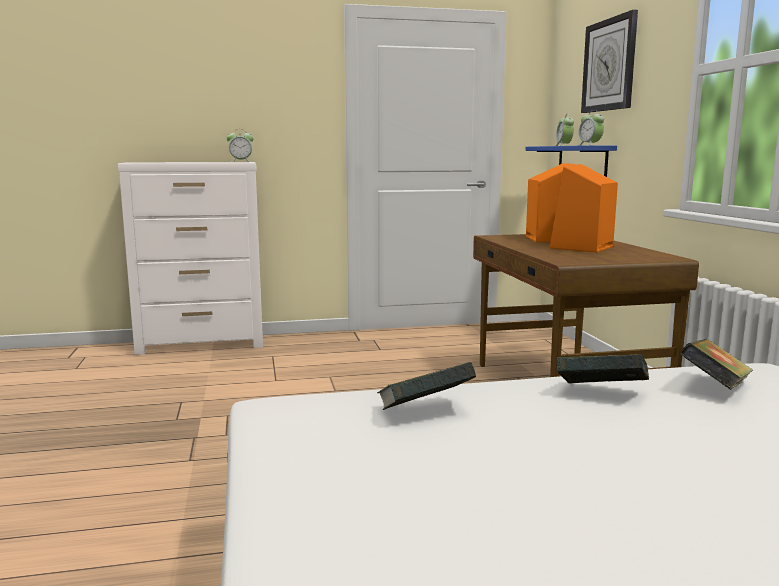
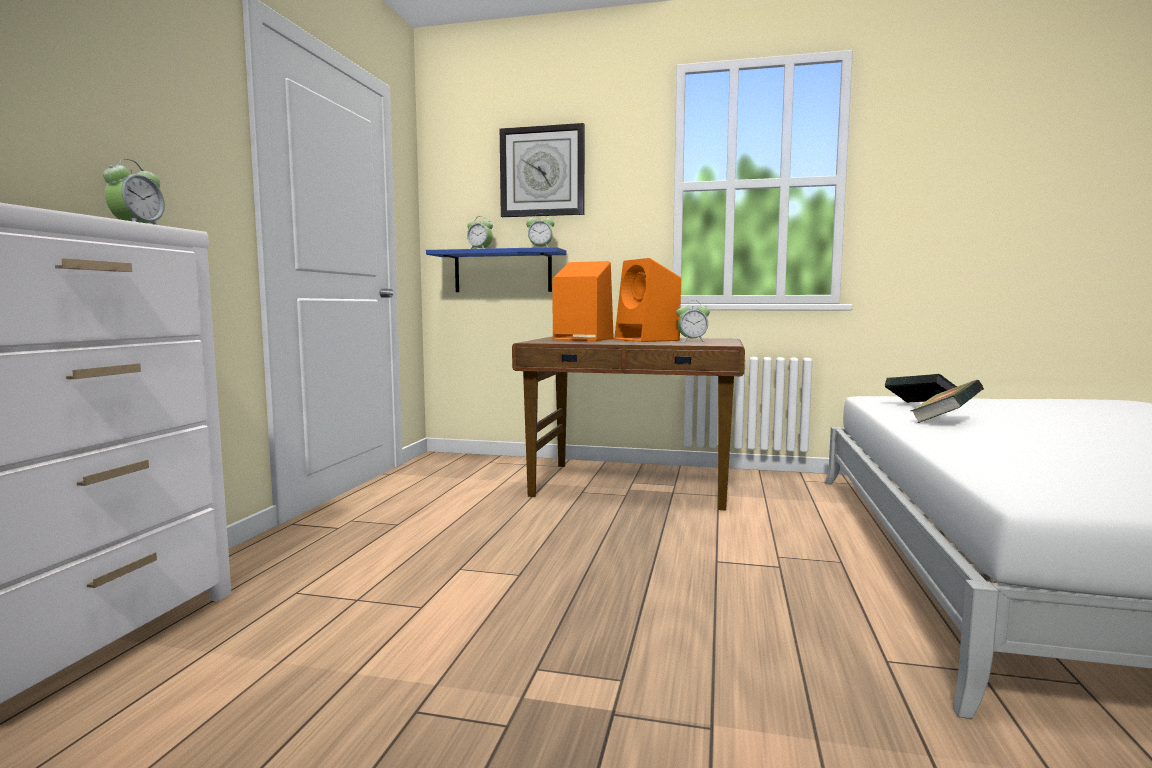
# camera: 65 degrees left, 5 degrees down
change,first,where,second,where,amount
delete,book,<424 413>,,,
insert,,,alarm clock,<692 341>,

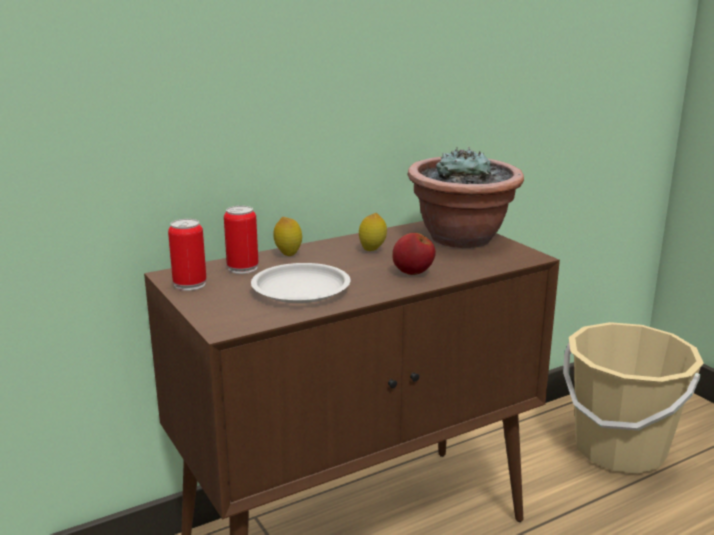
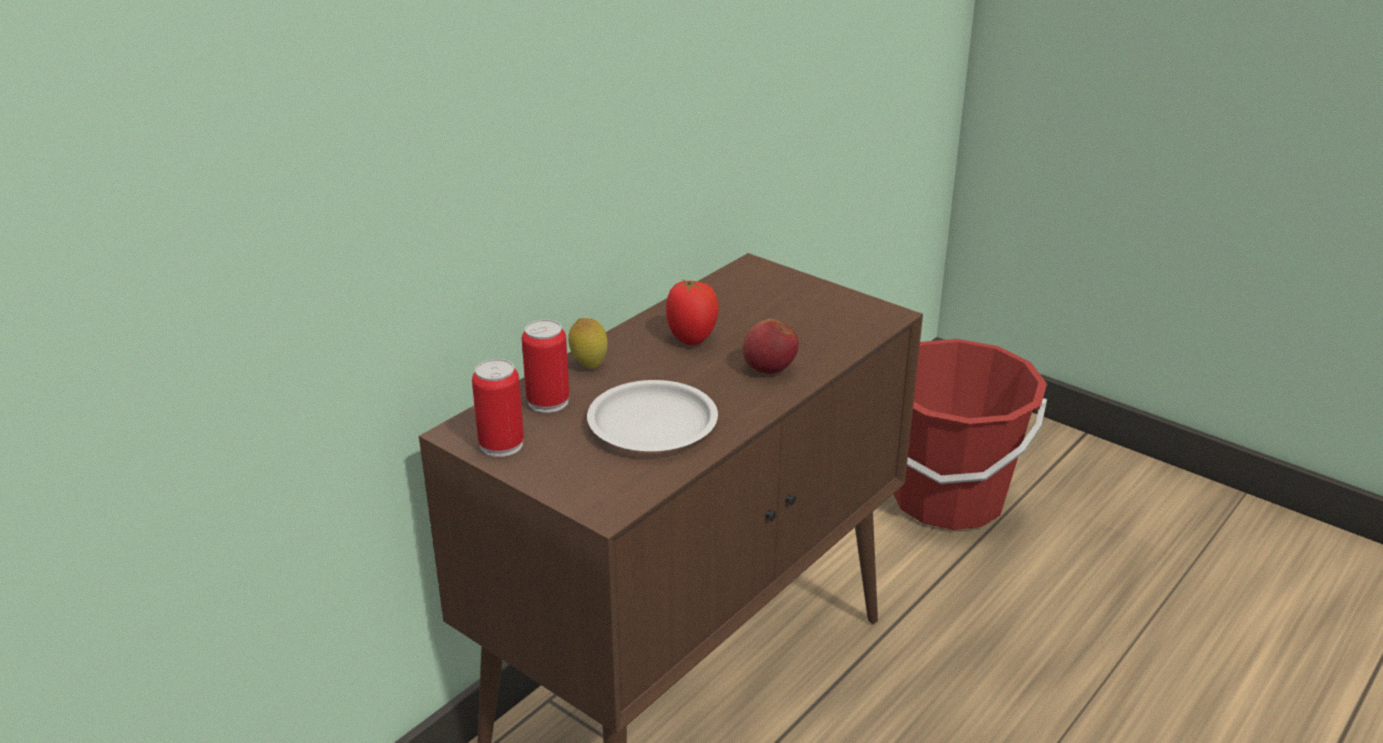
# camera: 20 degrees left, 10 degrees up
change,first,where,second,where,amount
delete,potted plant,<462 239>,,,
replace,lemon,<372 250>,tomato,<692 338>,
recolor,beige bucket,<619 449>,red bucket,<947 499>,

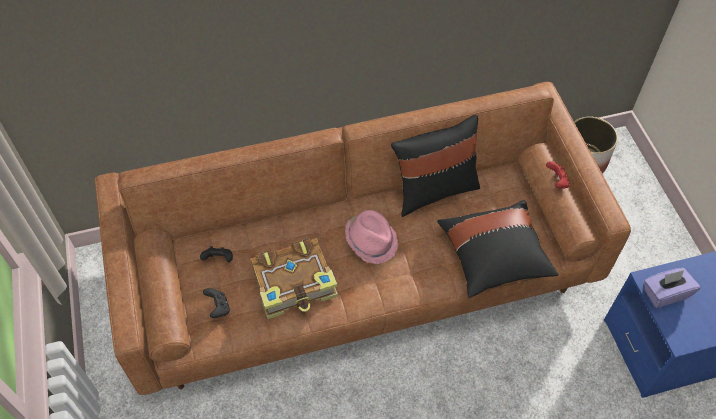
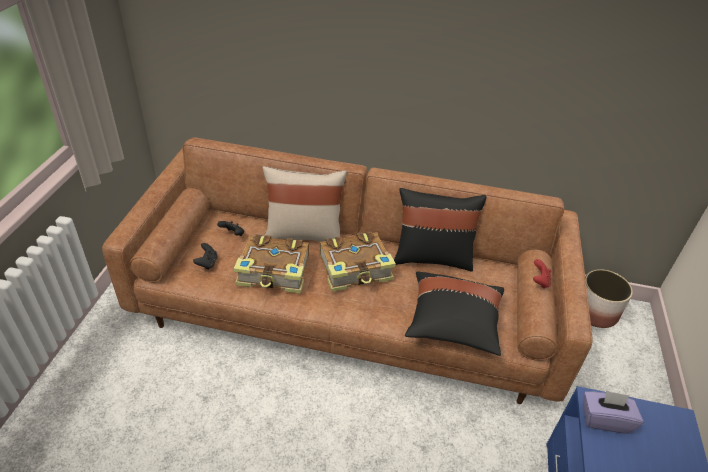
# camera: 25 degrees right, 15 degrees down
change,first,where,second,where,amount
replace,pink hat,<372 241>,book,<356 269>,
insert,,,beige pillow,<304 234>,

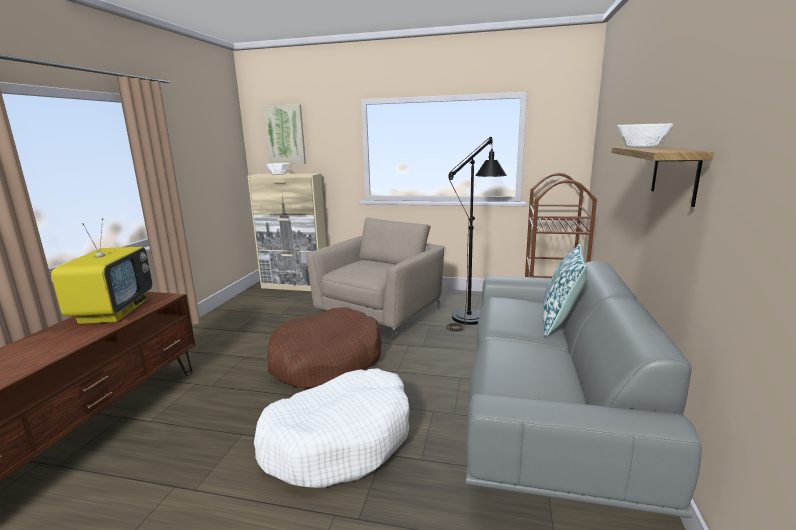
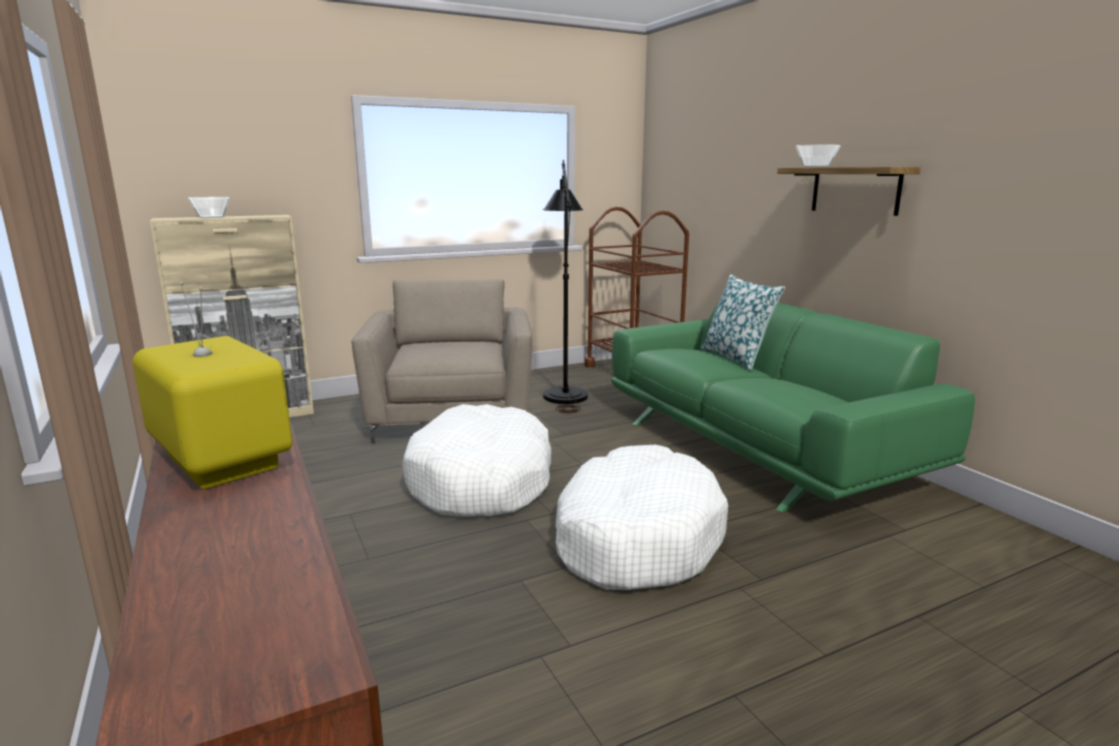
# camera: 40 degrees left, 0 degrees up
change,first,where,second,where,amount
delete,picture,<285 135>,,,
recolor,grey sofa,<547 409>,green sofa,<757 448>,
recolor,brown dog bed,<326 361>,white dog bed,<481 481>,

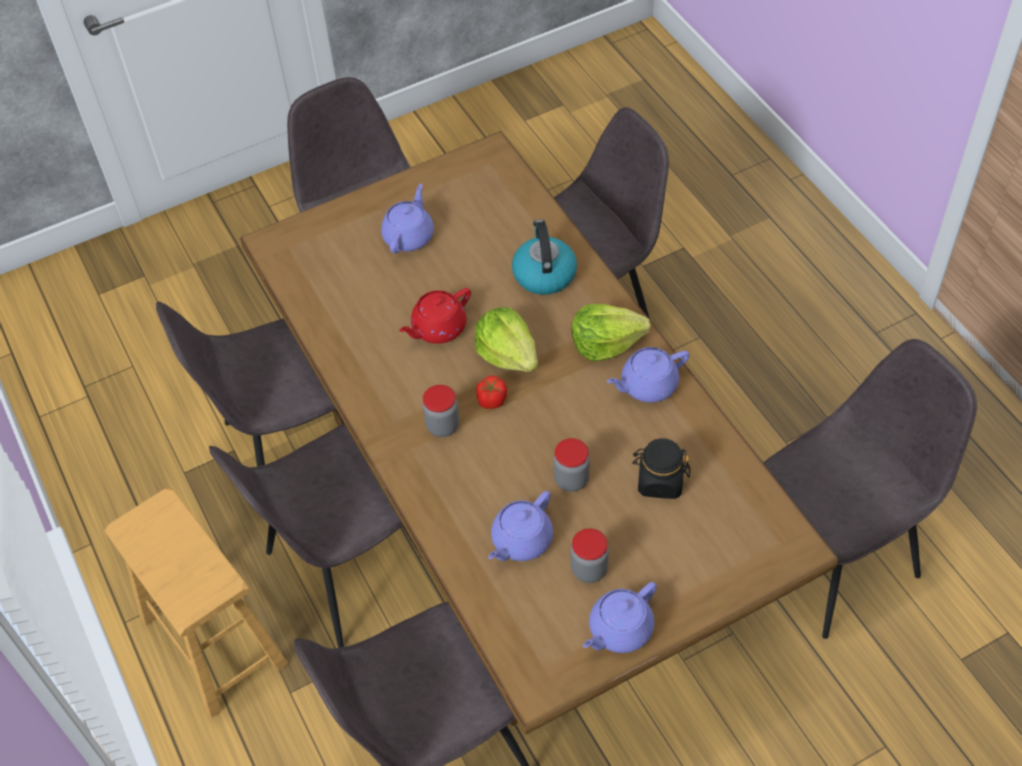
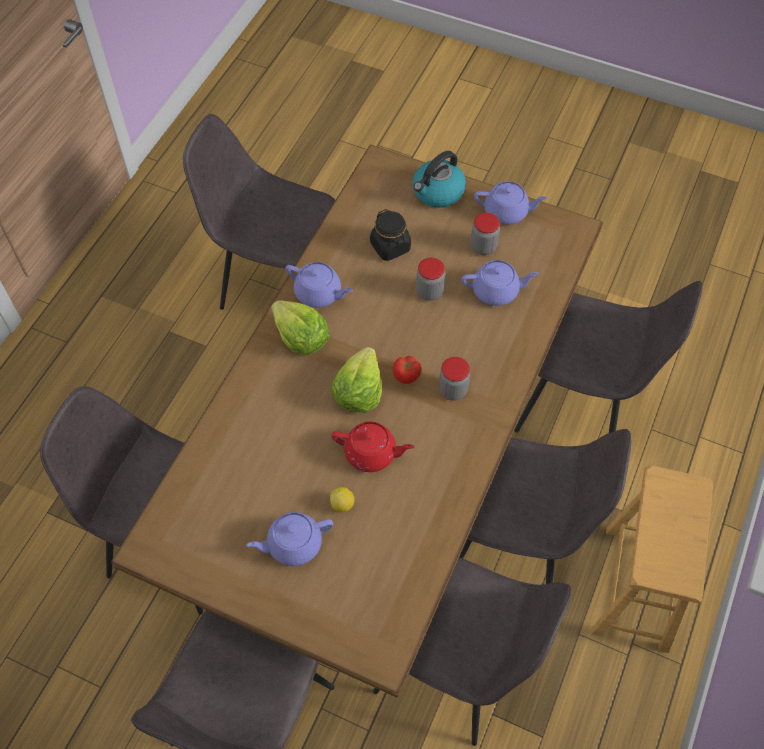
# camera: 130 degrees left, 5 degrees up
change,first,where,second,where,amount
move,kettle,<544 274>,,<437 192>,
insert,,,lemon,<342 504>,

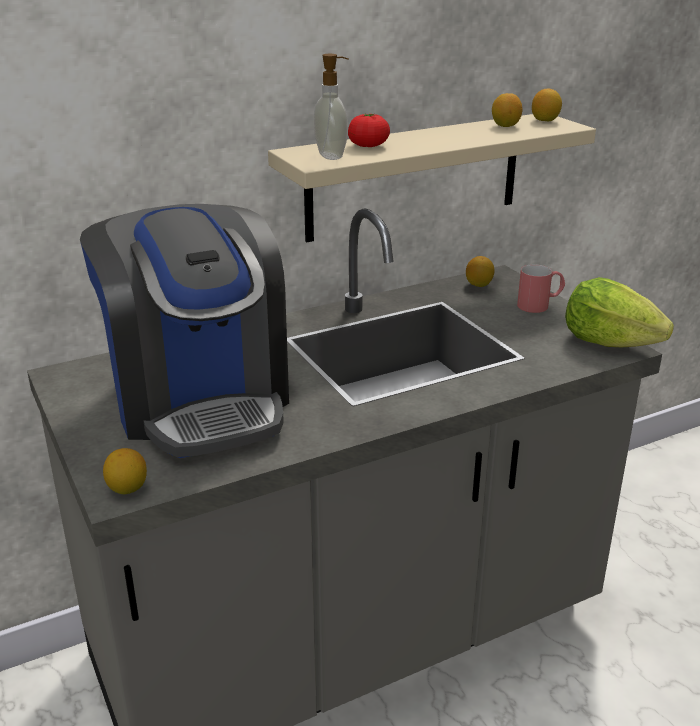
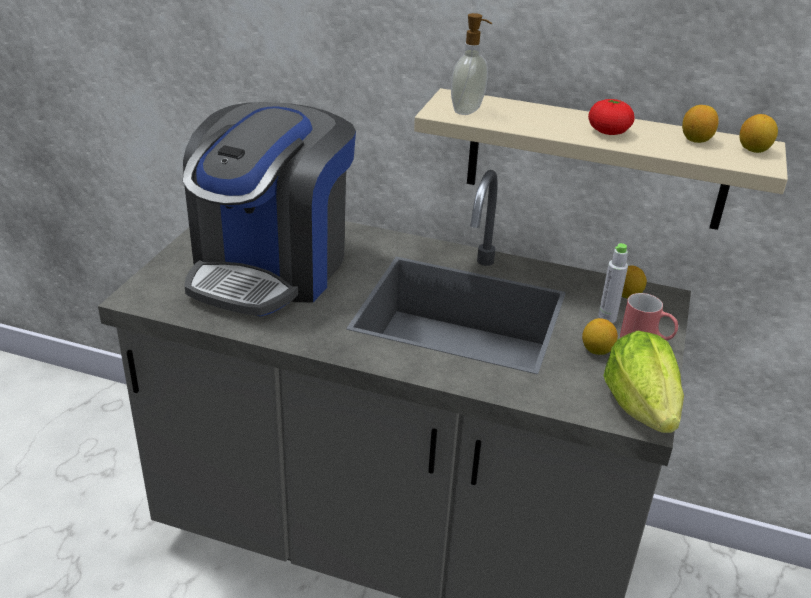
# camera: 45 degrees right, 5 degrees up
change,first,where,second,where,amount
move,tomato,<368 145>,,<608 132>,
move,lemon,<127 489>,,<597 350>,
insert,,,grey bottle,<607 318>,

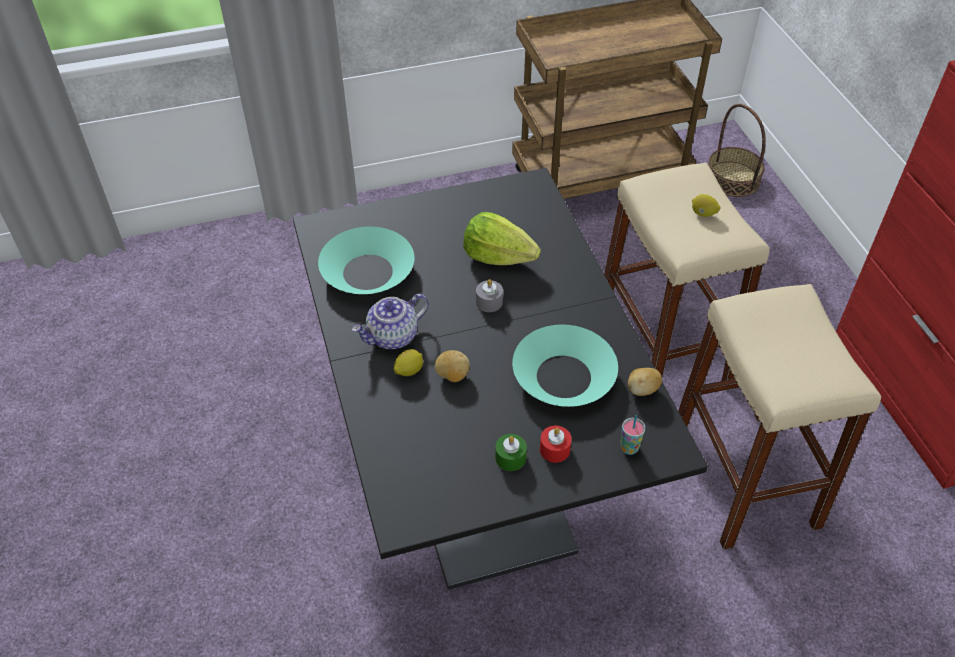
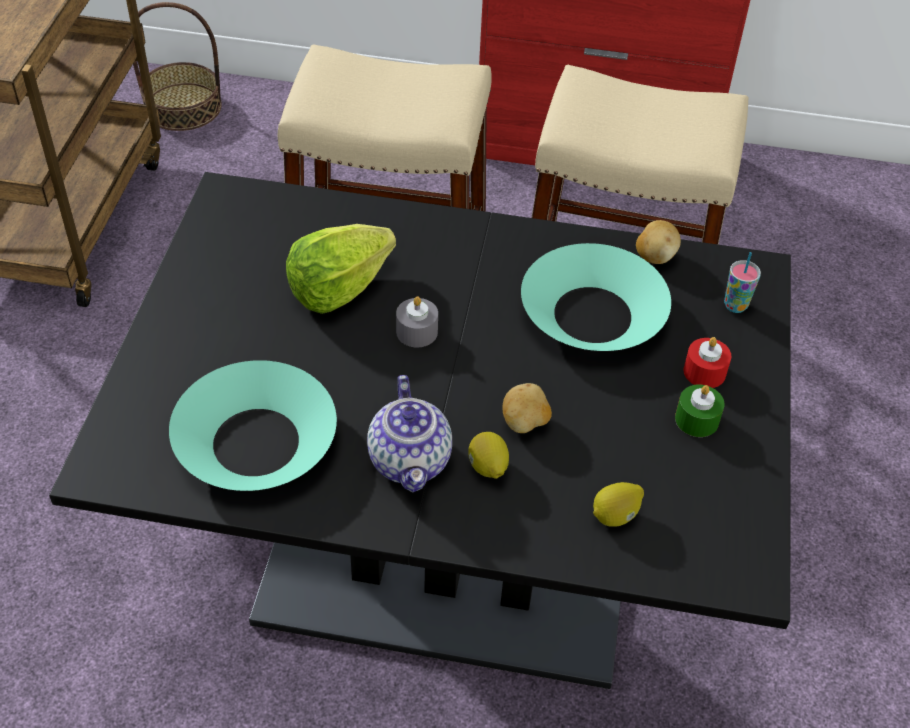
# camera: 65 degrees left, 0 degrees up
change,first,where,second,where,amount
move,lemon,<703 214>,,<615 516>,

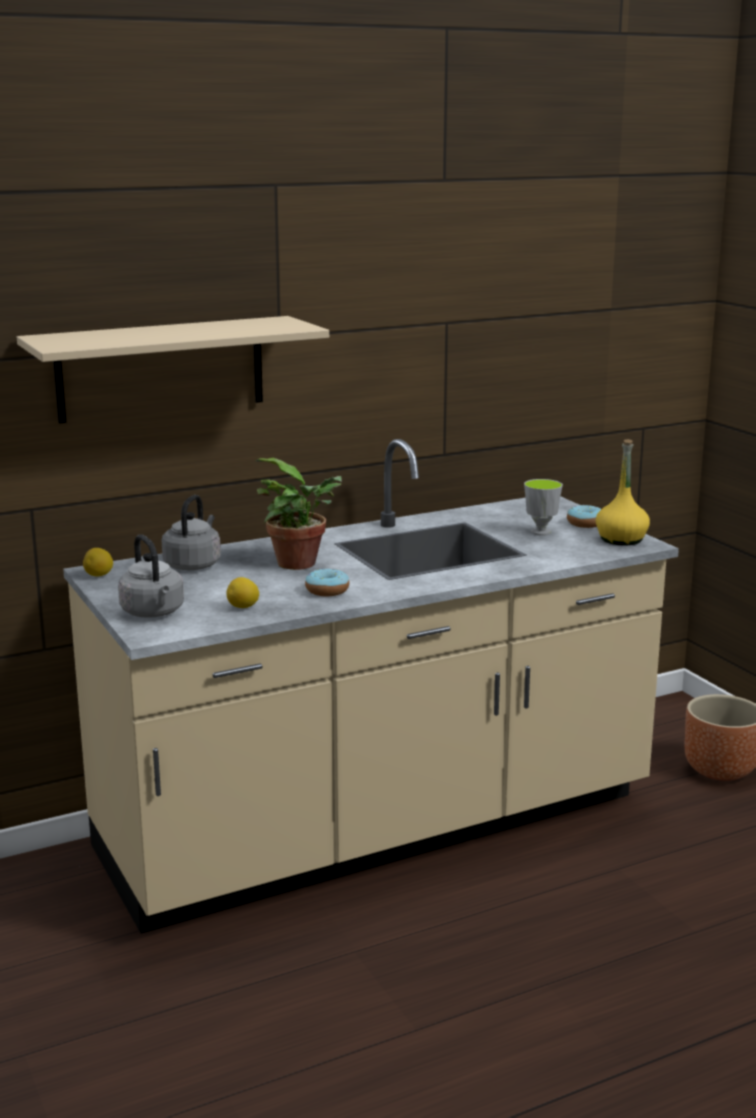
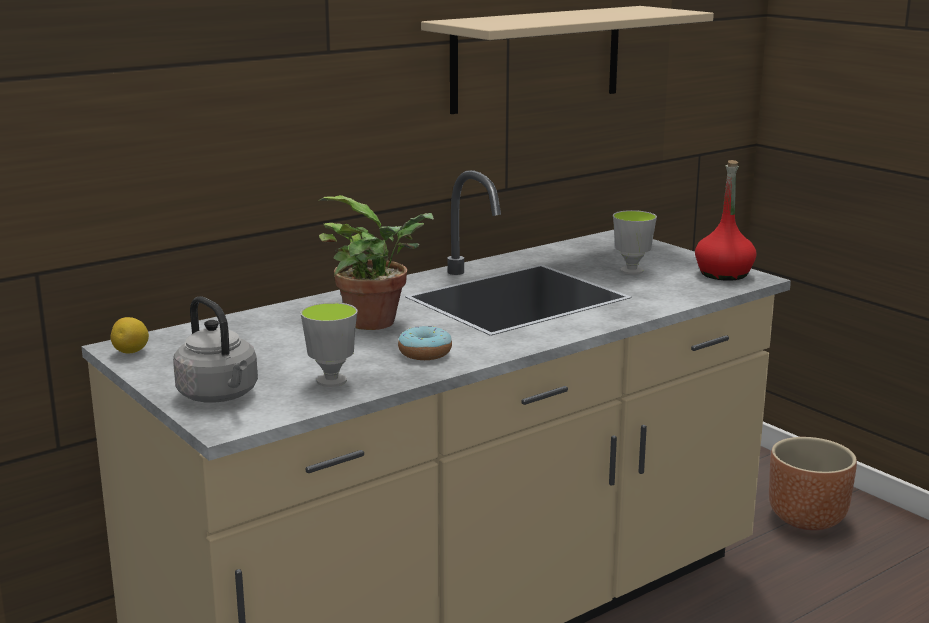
# camera: 10 degrees left, 0 degrees up
change,first,where,second,where,amount
move,beige shelf,<161 369>,,<537 58>,
recolor,yellow bottle,<621 539>,red bottle,<724 274>,
delete,grey kettle,<193 564>,,,
delete,donut,<585 523>,,,
replace,lemon,<243 607>,cup,<331 381>,

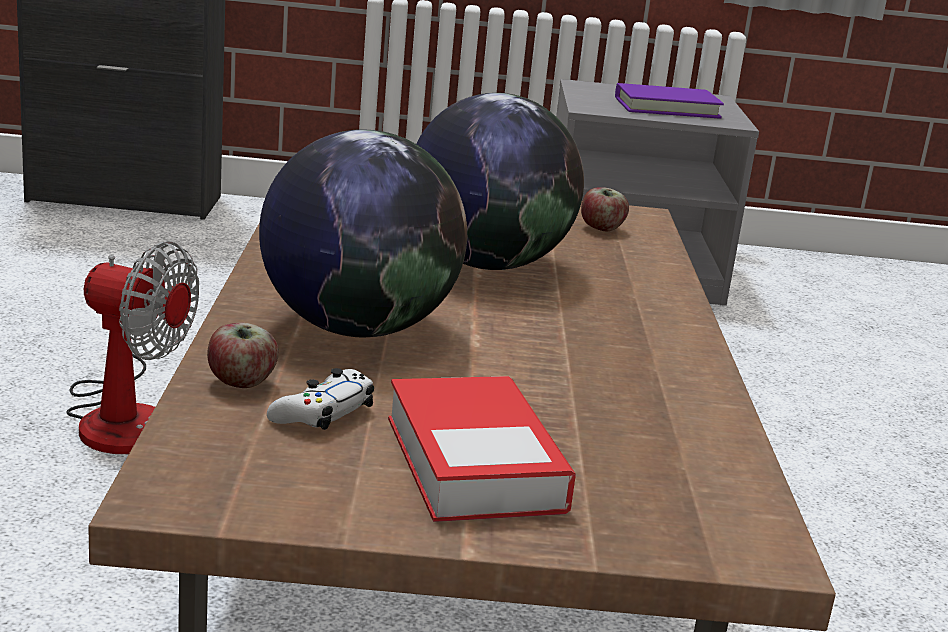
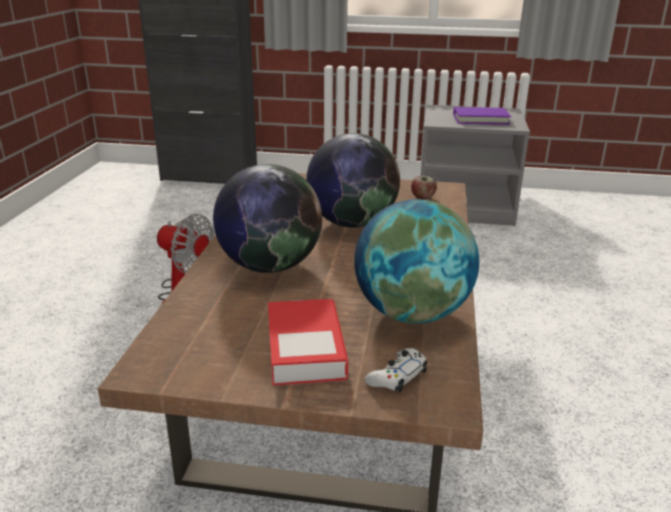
# camera: 10 degrees right, 5 degrees up
change,first,where,second,where,amount
delete,apple,<241 383>,,,
move,white game controller,<323 413>,,<397 377>,
insert,,,globe,<412 313>,

